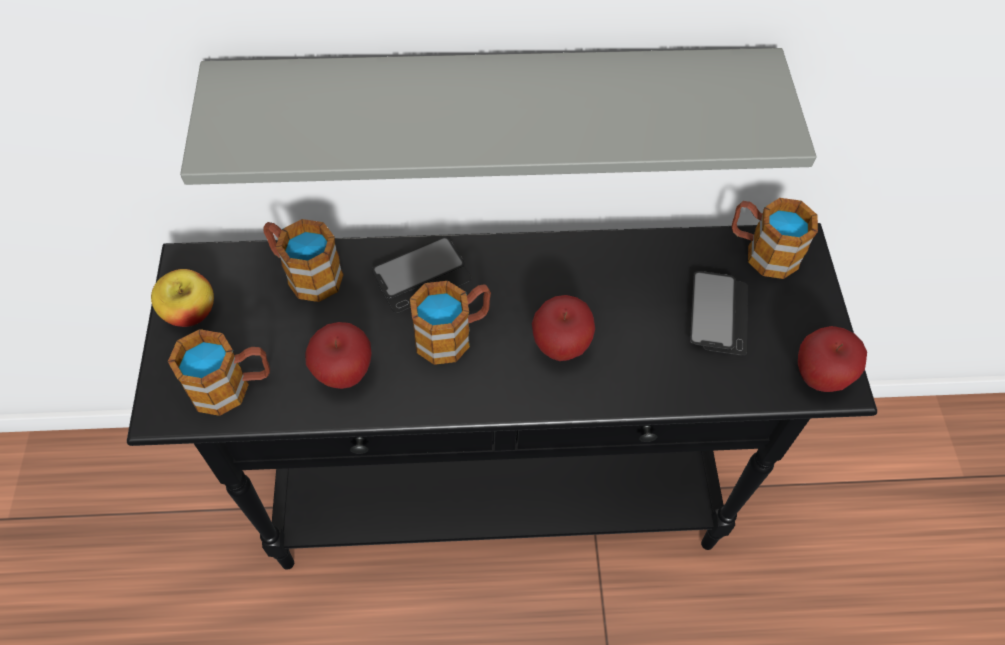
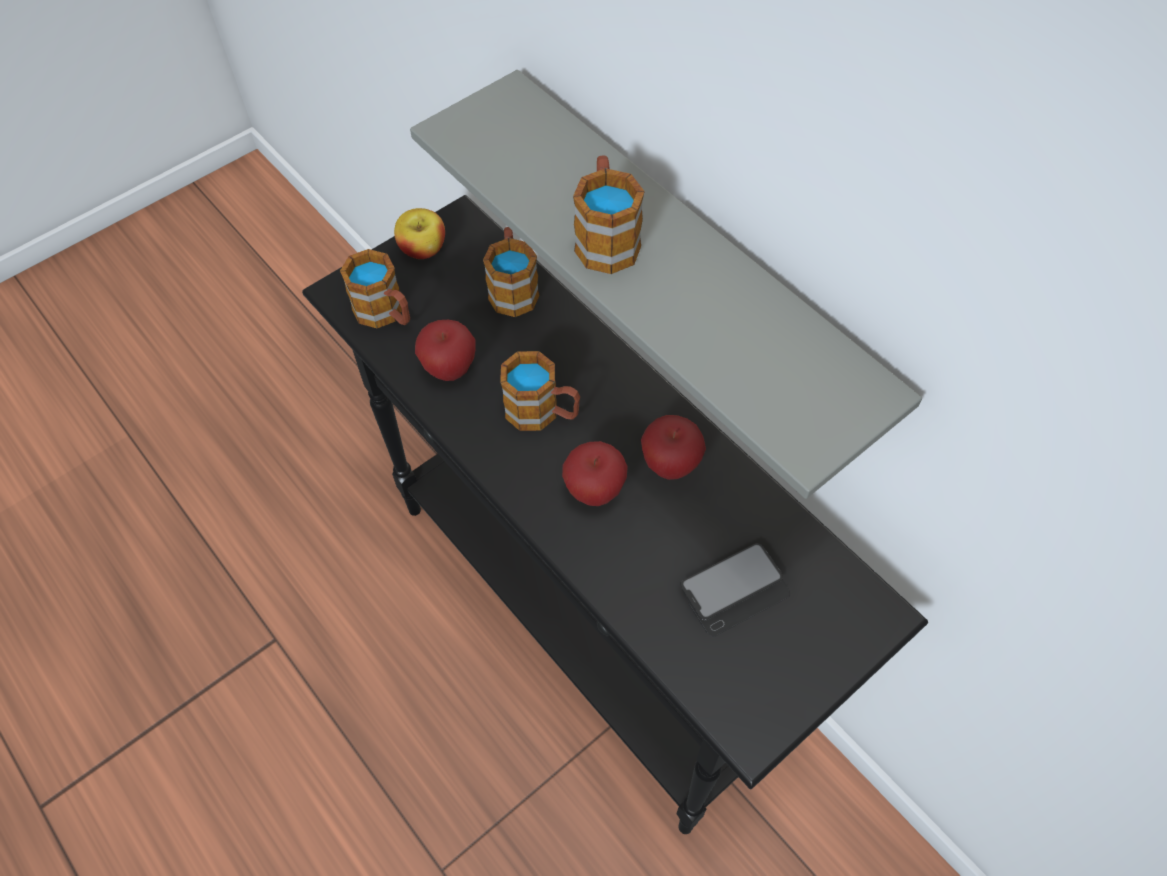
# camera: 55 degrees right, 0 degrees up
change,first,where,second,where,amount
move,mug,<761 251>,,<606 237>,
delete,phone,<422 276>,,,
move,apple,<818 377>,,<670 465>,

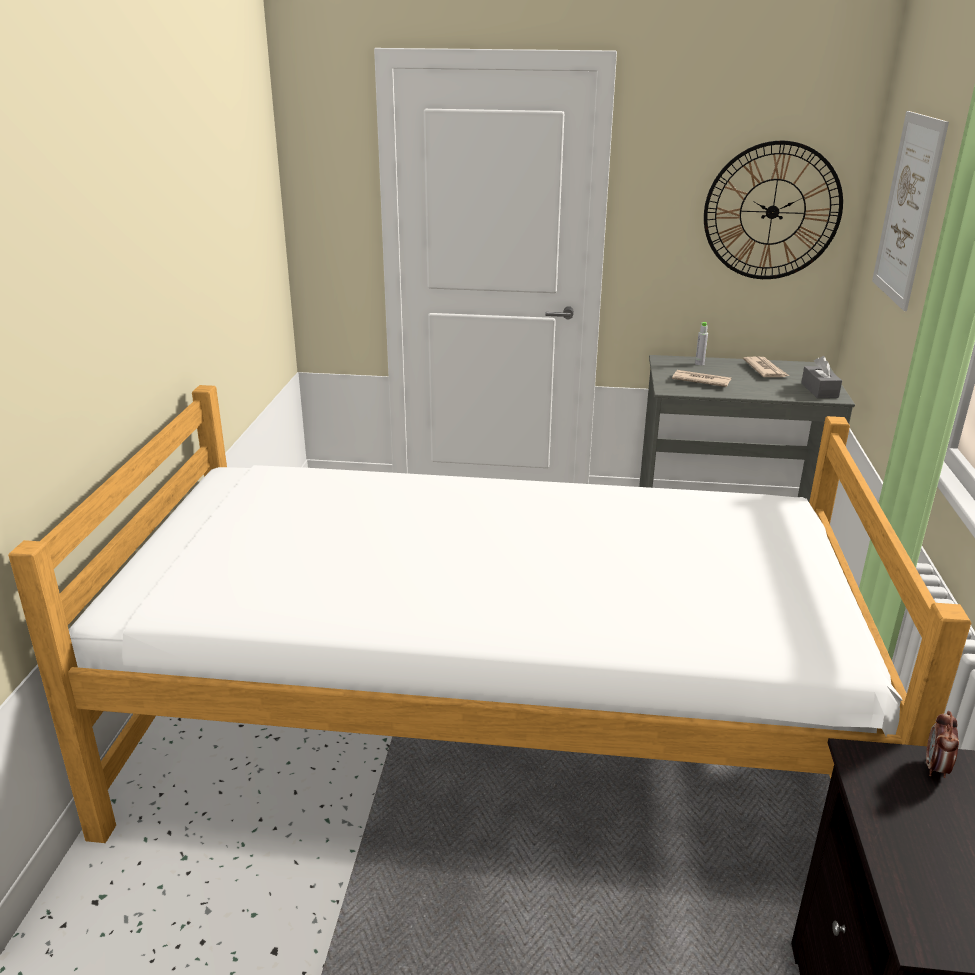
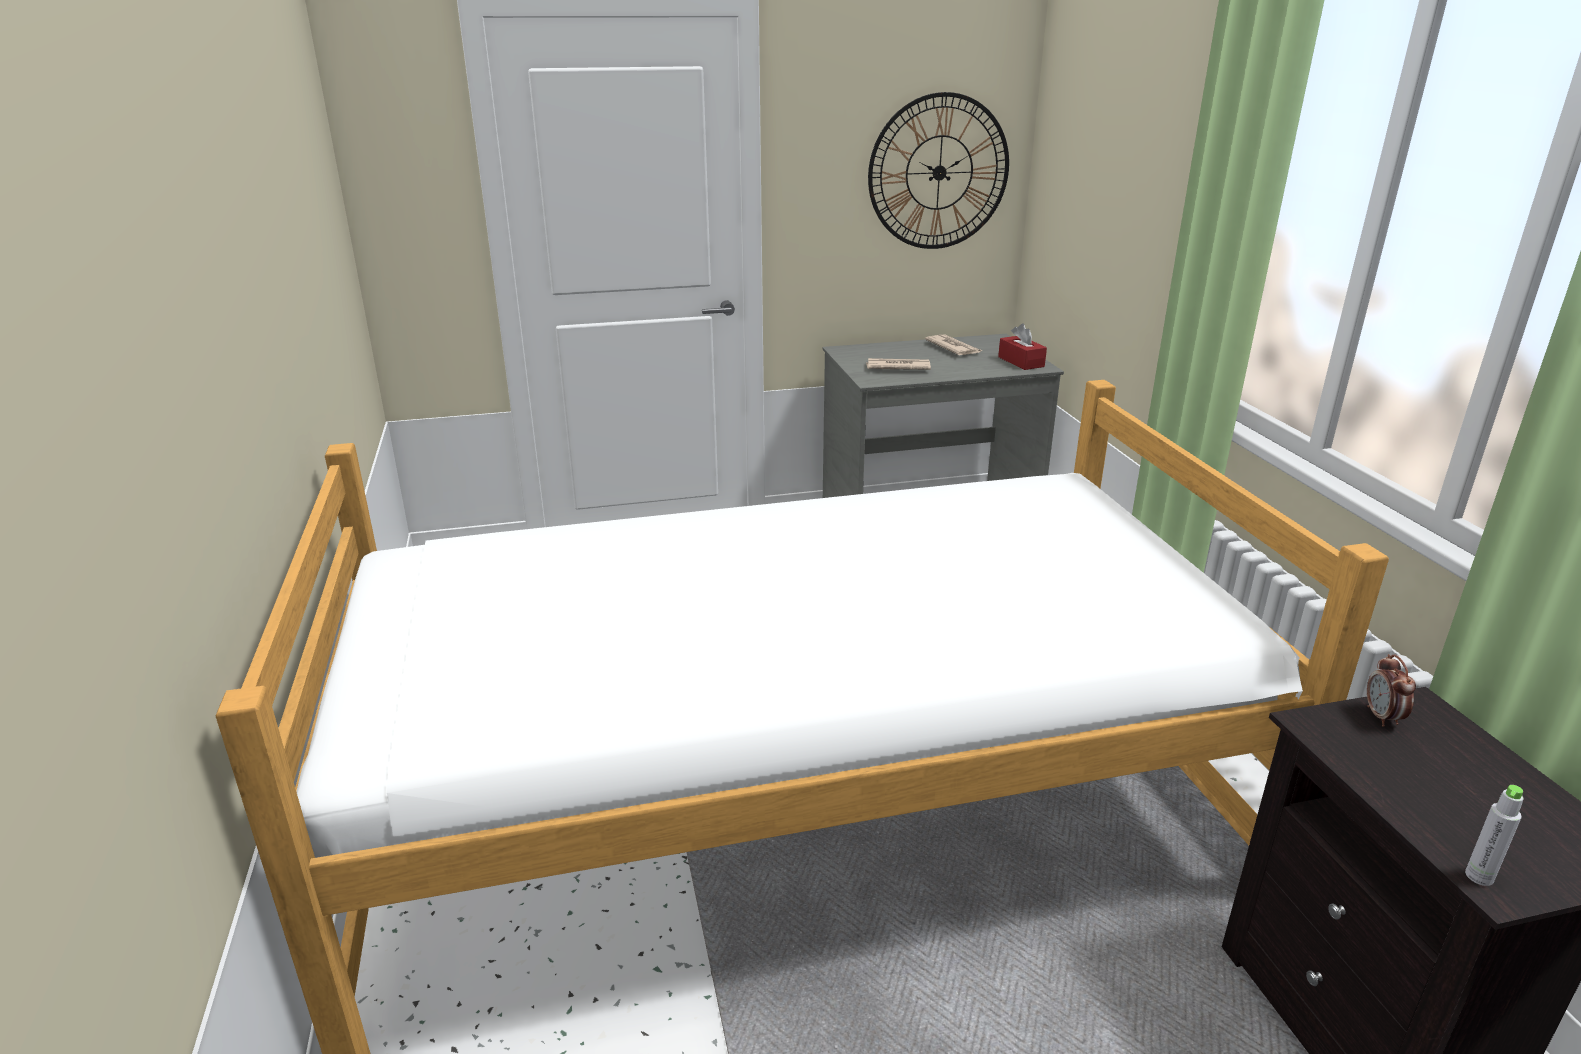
# camera: 20 degrees left, 0 degrees up
change,first,where,second,where,amount
delete,picture,<908 209>,,,
move,grey bottle,<699 364>,,<1479 876>,
recolor,grey tissue box,<819 390>,red tissue box,<1021 362>,

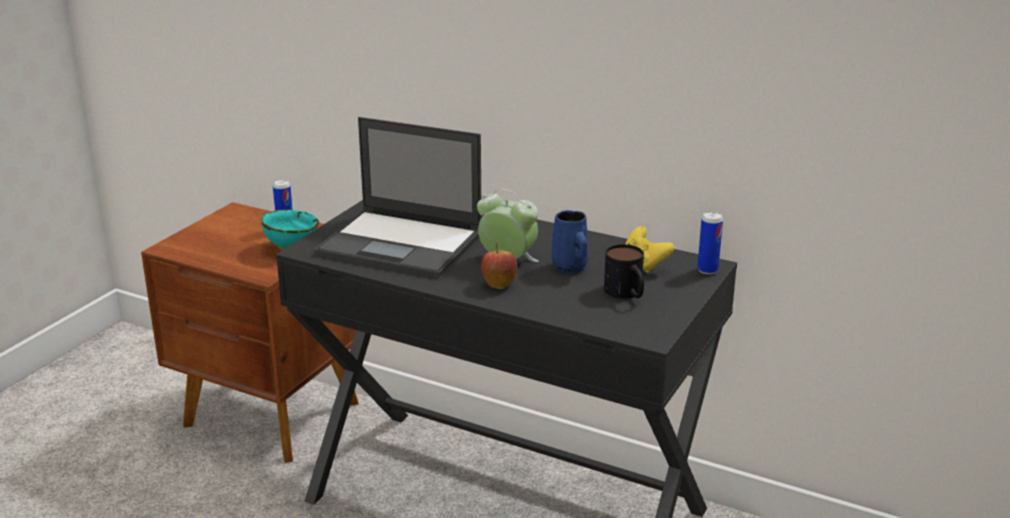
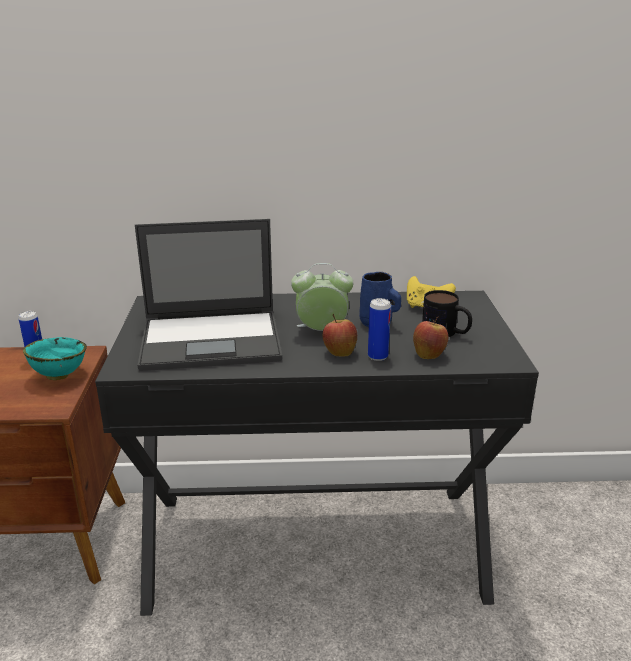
# camera: 30 degrees left, 0 degrees up
change,first,where,second,where,amount
move,can,<707 270>,,<377 356>,
insert,,,apple,<429 355>,

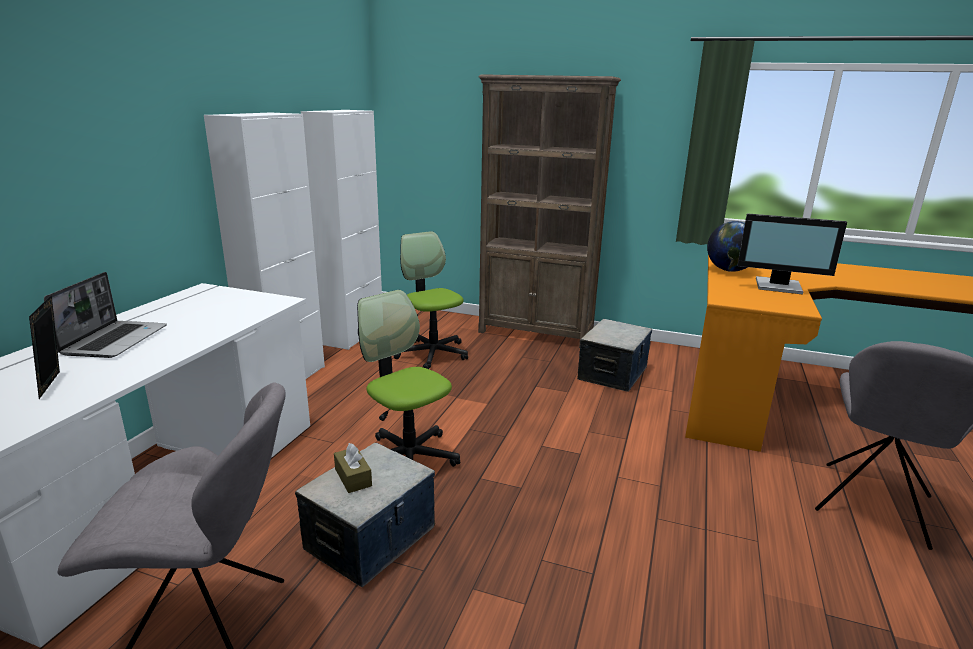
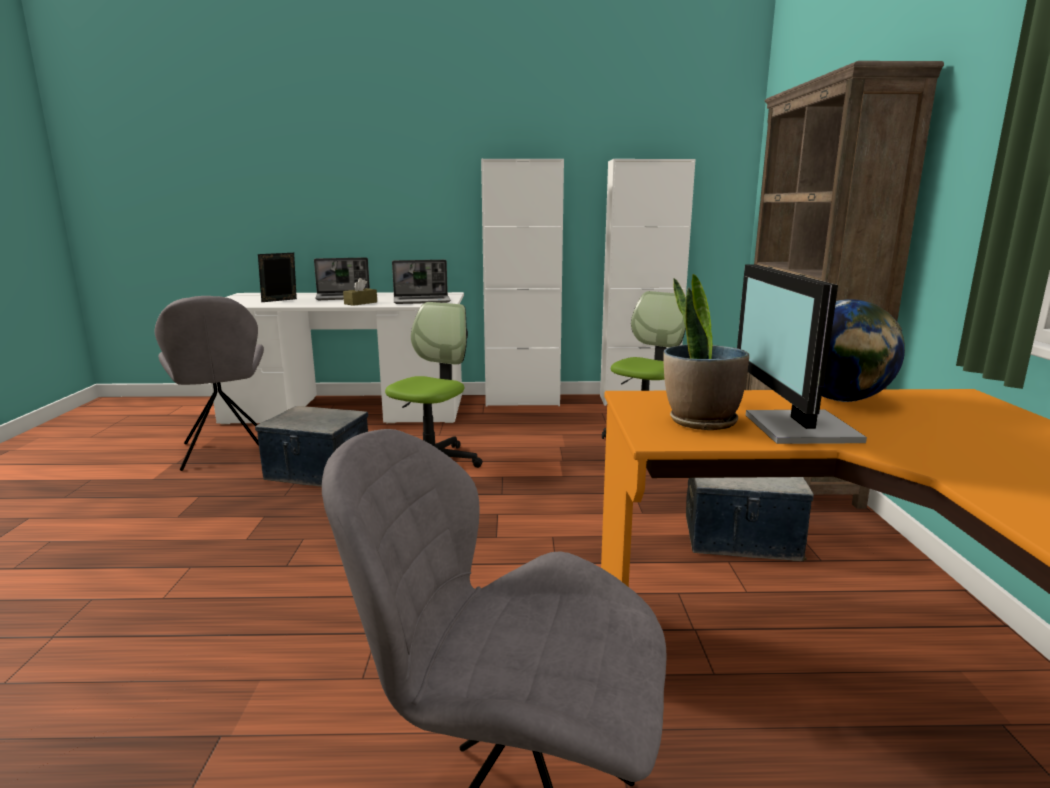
# camera: 70 degrees right, 5 degrees down
change,first,where,second,where,amount
move,brown tissue box,<353 477>,,<360 303>,
insert,,,laptop,<422 301>,
insert,,,potted plant,<700 421>,

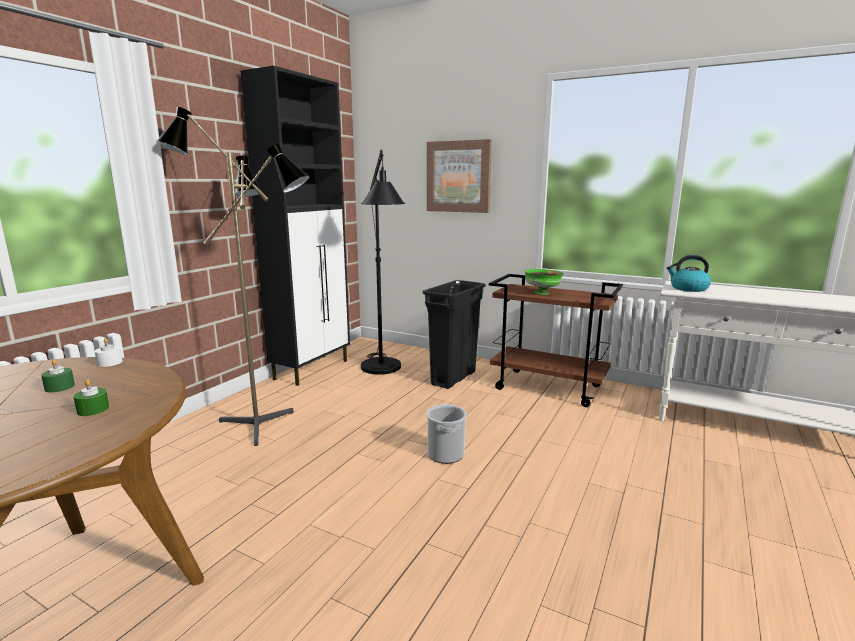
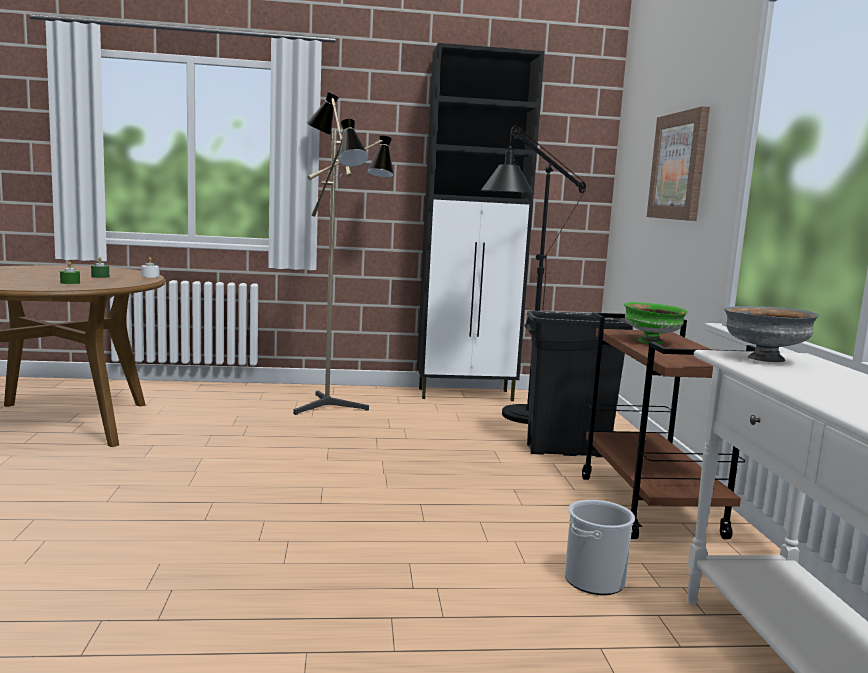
# camera: 55 degrees right, 5 degrees down
change,first,where,second,where,amount
replace,kettle,<688 288>,grey bowl,<763 359>,
move,bucket,<445 454>,,<594 580>,

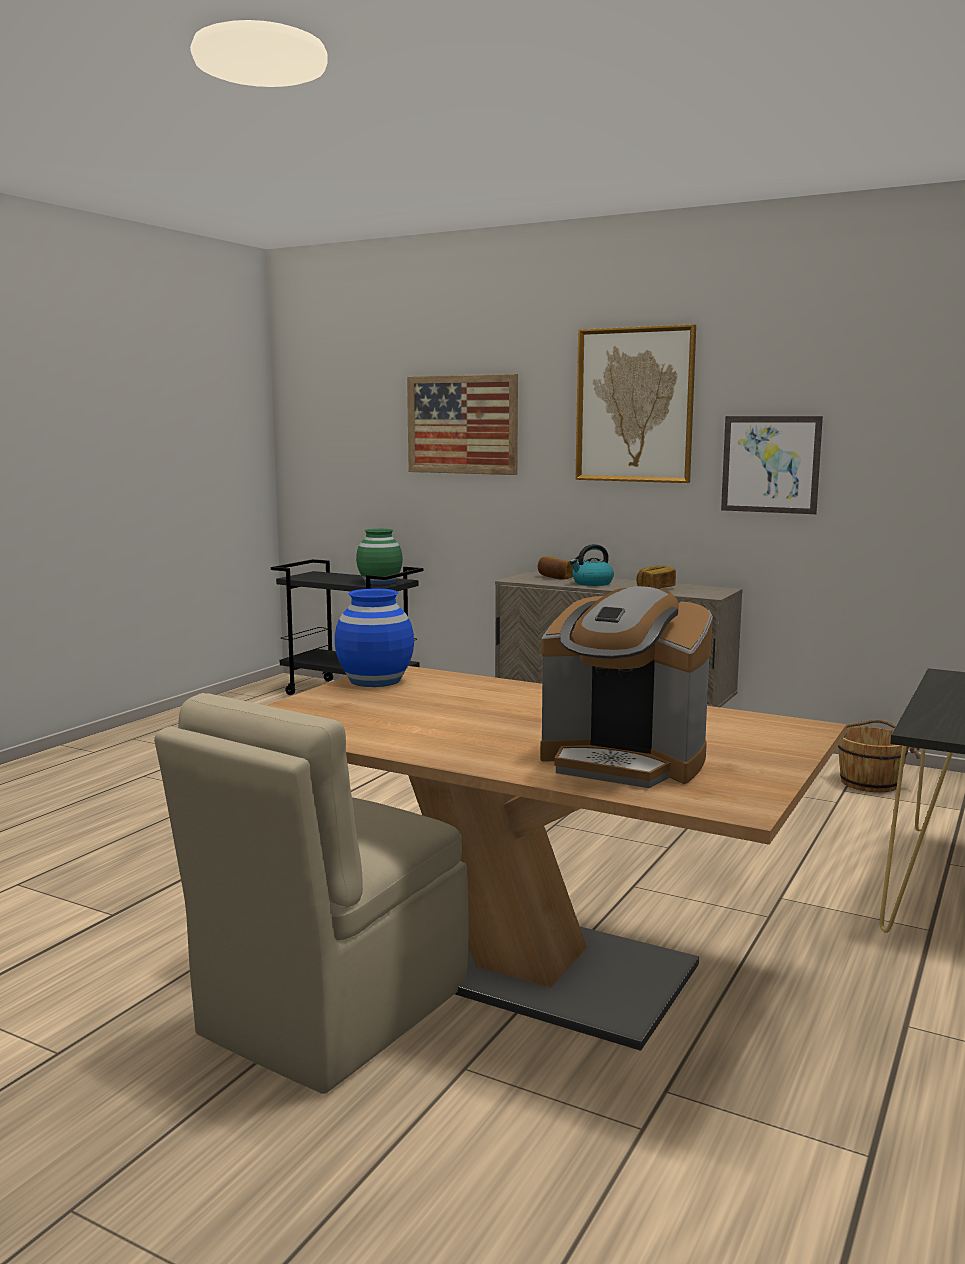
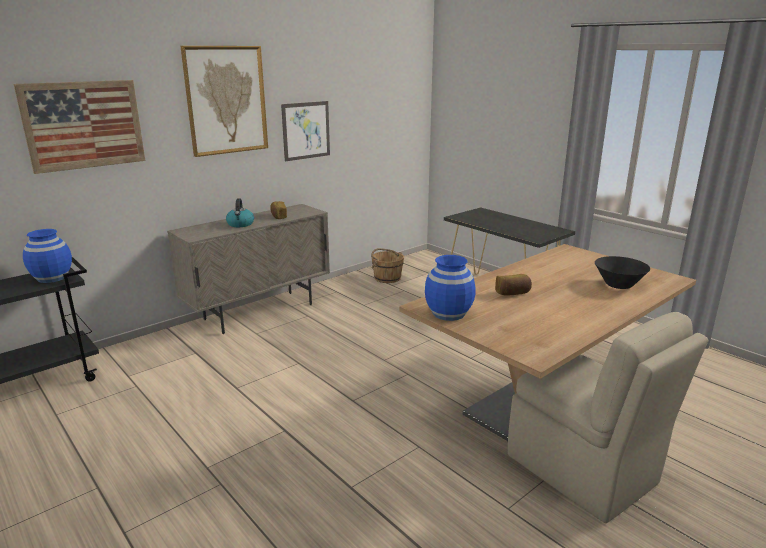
# camera: 70 degrees left, 10 degrees up
change,first,where,second,where,amount
recolor,green vase,<380 582>,blue vase,<52 277>,
move,bread,<555 577>,,<512 293>,
replace,coffee machine,<623 762>,black bowl,<618 285>,

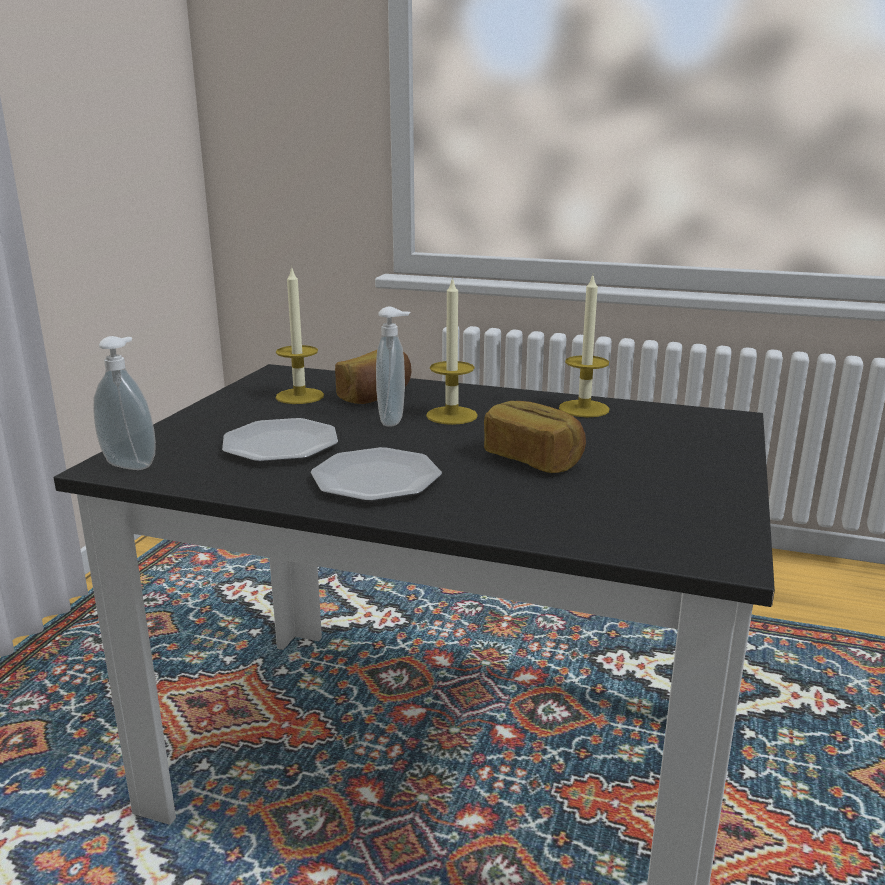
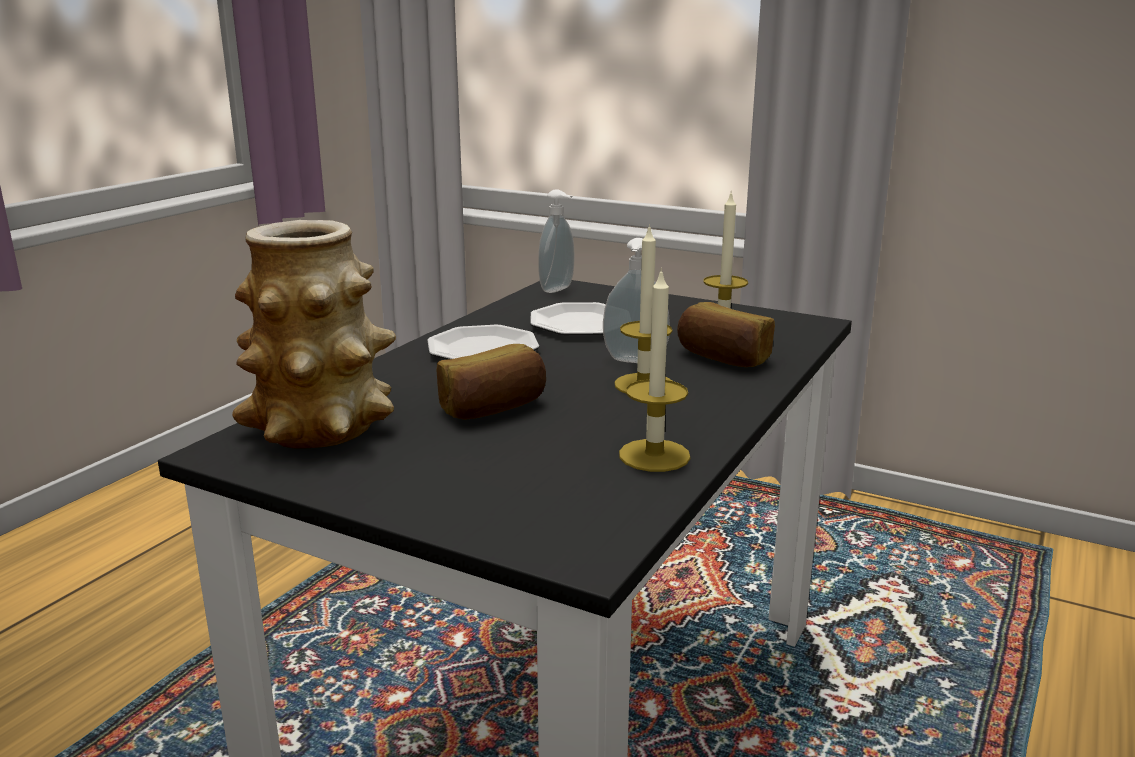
# camera: 100 degrees right, 0 degrees up
change,first,where,second,where,amount
insert,,,vase,<322 427>,

